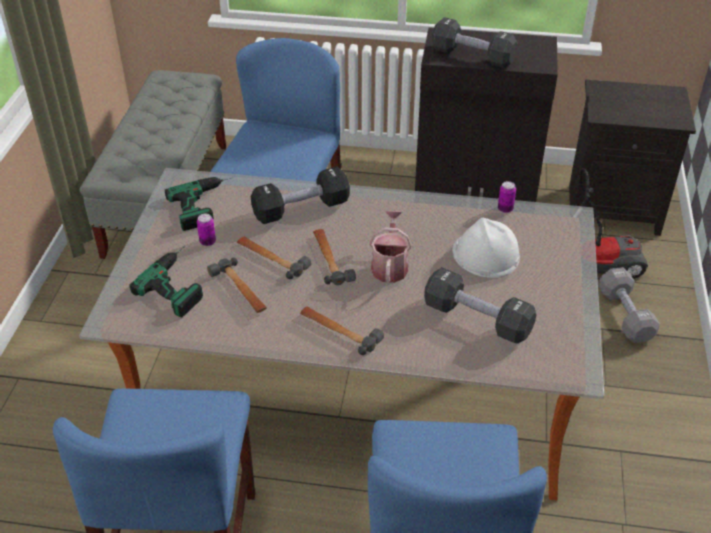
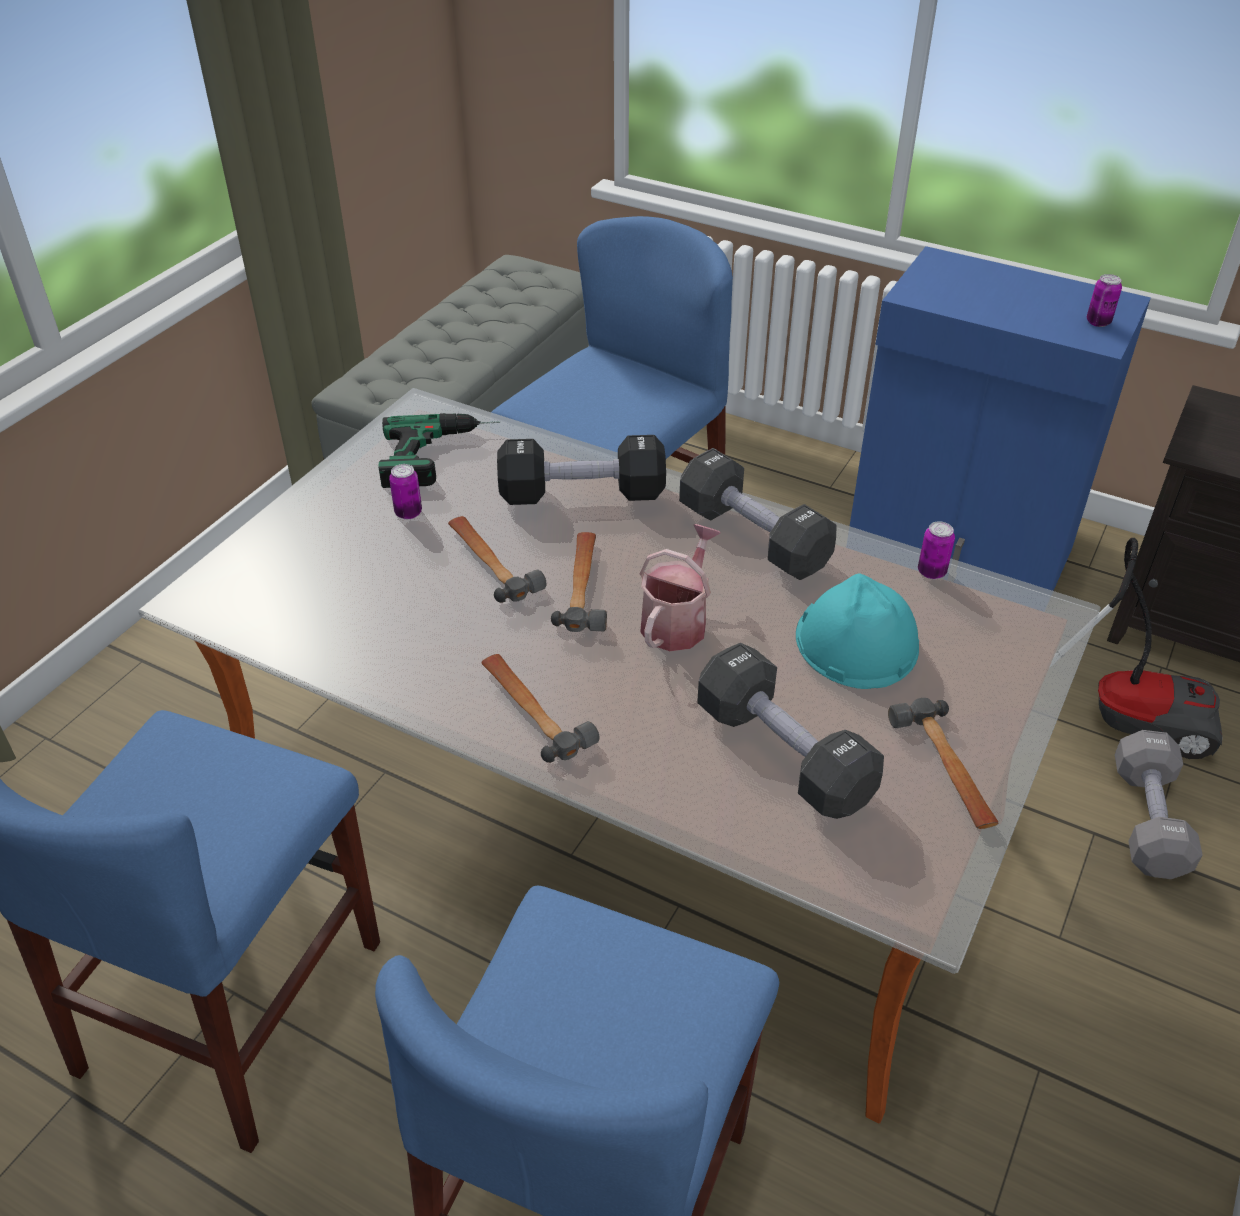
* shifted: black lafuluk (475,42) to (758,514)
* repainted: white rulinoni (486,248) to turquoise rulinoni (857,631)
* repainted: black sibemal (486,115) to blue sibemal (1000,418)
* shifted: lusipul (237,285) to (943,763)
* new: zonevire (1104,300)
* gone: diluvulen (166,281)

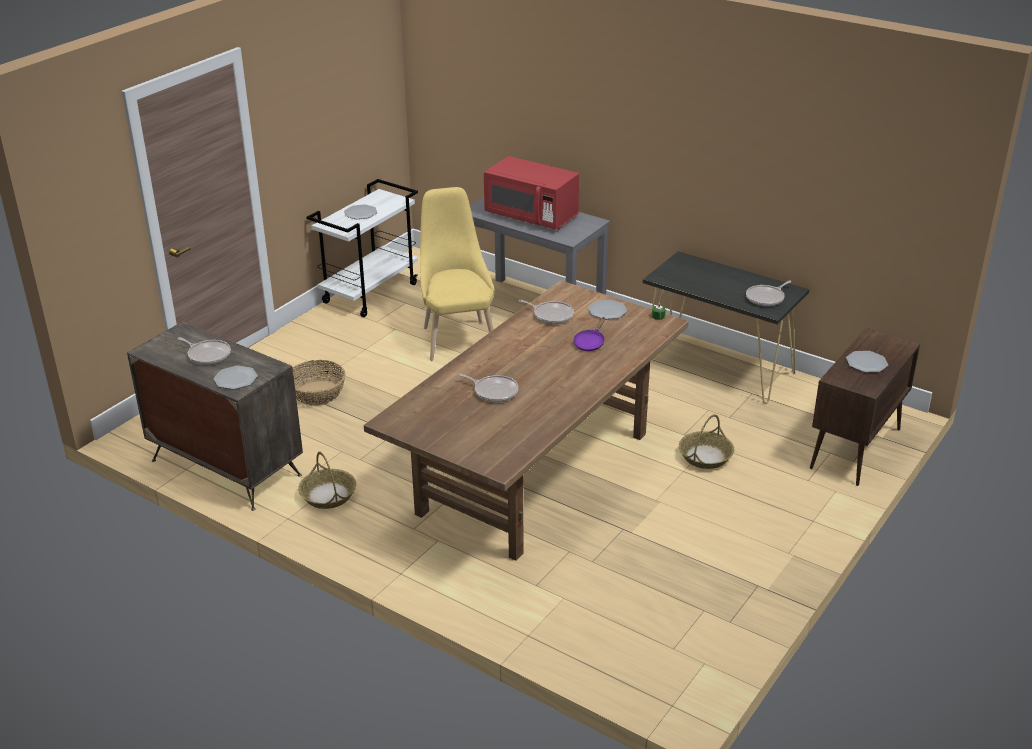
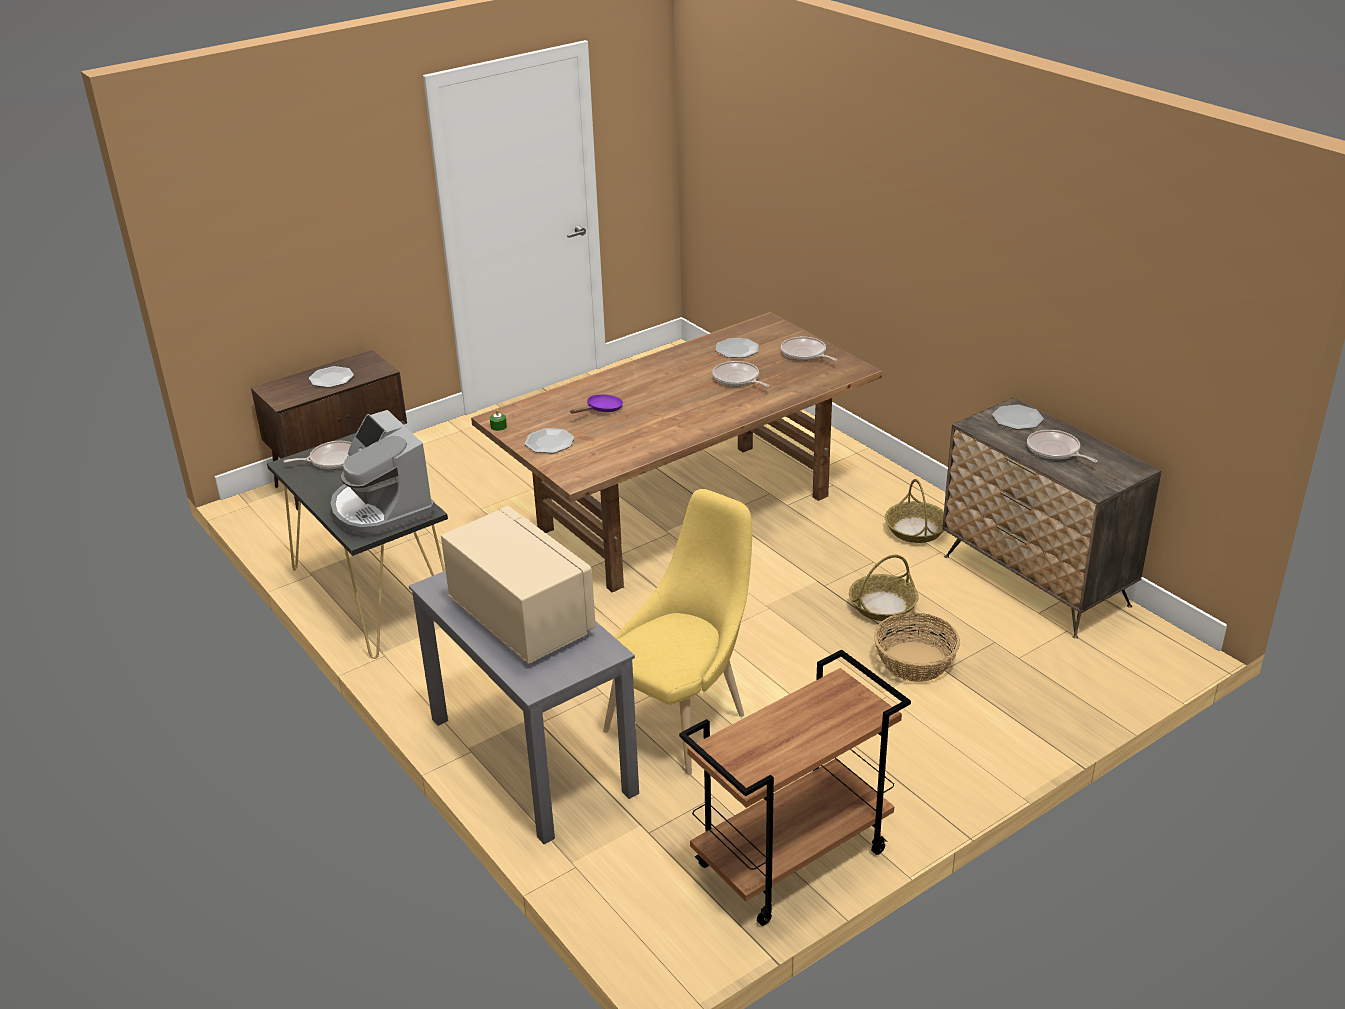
* new: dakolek (382,473)
* repainted: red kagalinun (531,193) to beige kagalinun (518,585)
* rotated: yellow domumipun (457,274) = (677,632) 150 degrees counterclockwise
* repainted: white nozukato (362,248) to brown nozukato (795,787)
* shifted: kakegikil (360,211) to (737,348)
* shifted: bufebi (546,312) to (809,349)
* shifted: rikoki (706,441) to (884,588)

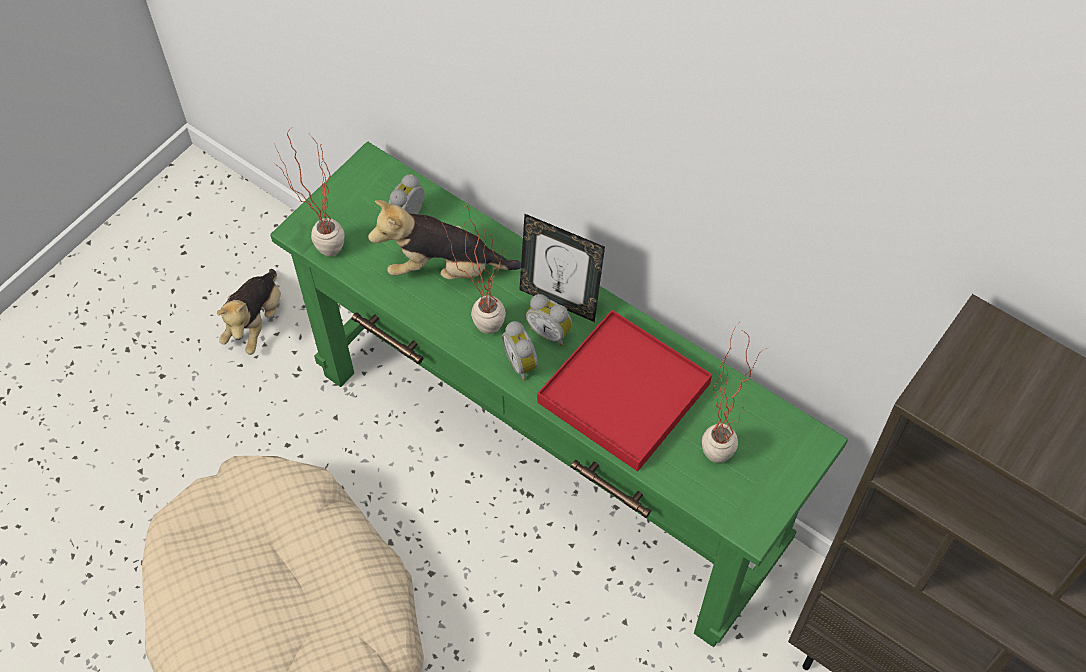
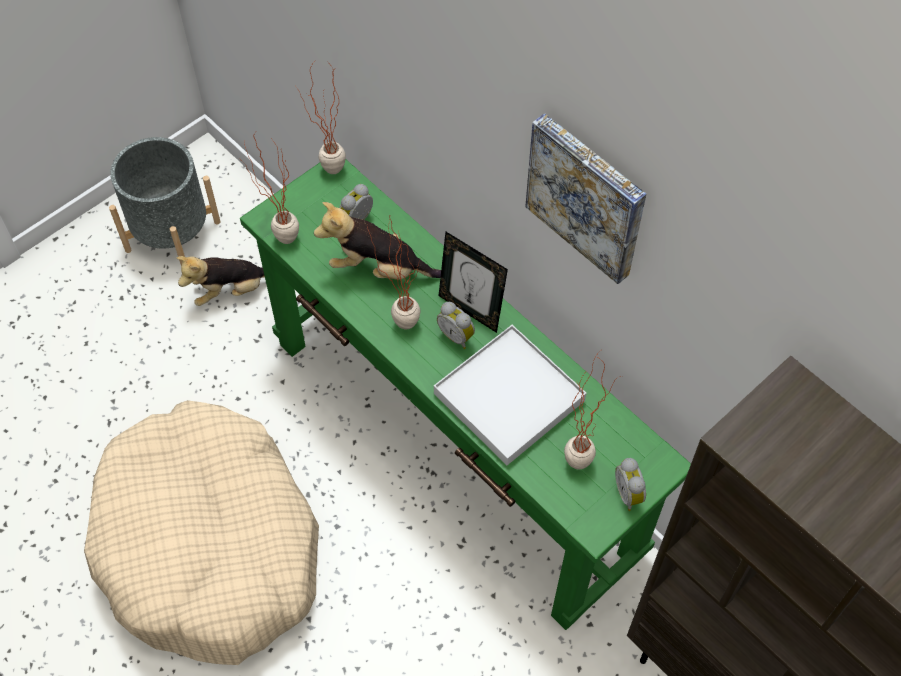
* new: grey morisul (165,201)
* rotated: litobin (249,312) = (221,281) 45 degrees clockwise
* new: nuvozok (321,117)
* repainted: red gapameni (624,391) to white gapameni (510,395)
* new: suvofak (586,198)
* shifted: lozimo (520,351) to (630,484)

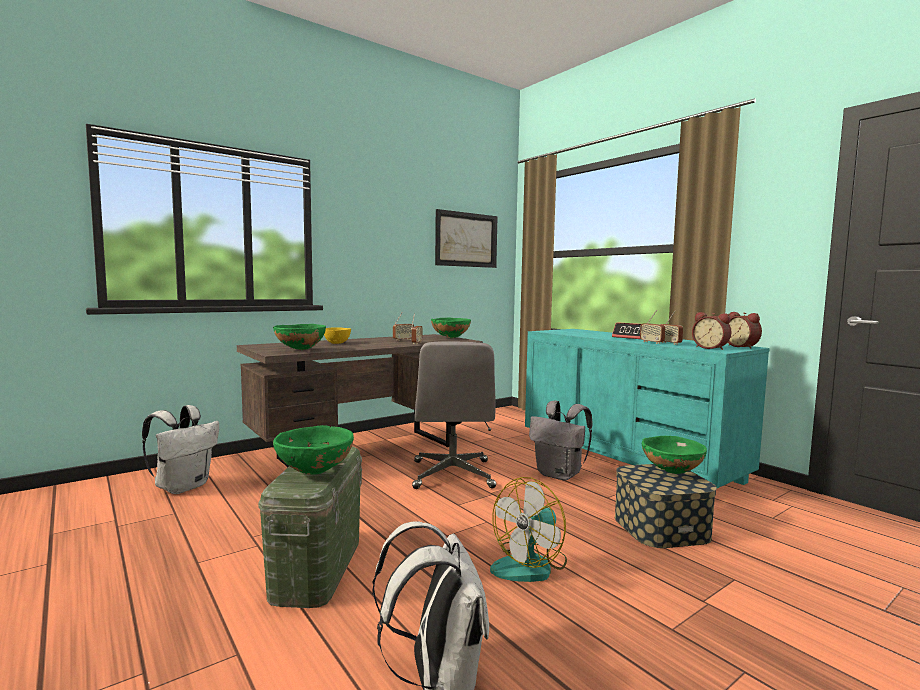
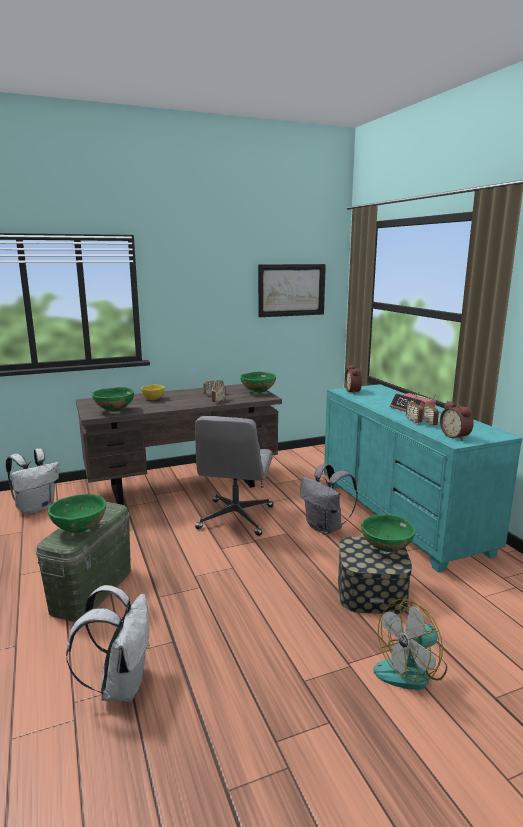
* shifted: lozimo (745,330) to (353,379)
* shifted: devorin (528,529) to (410,644)

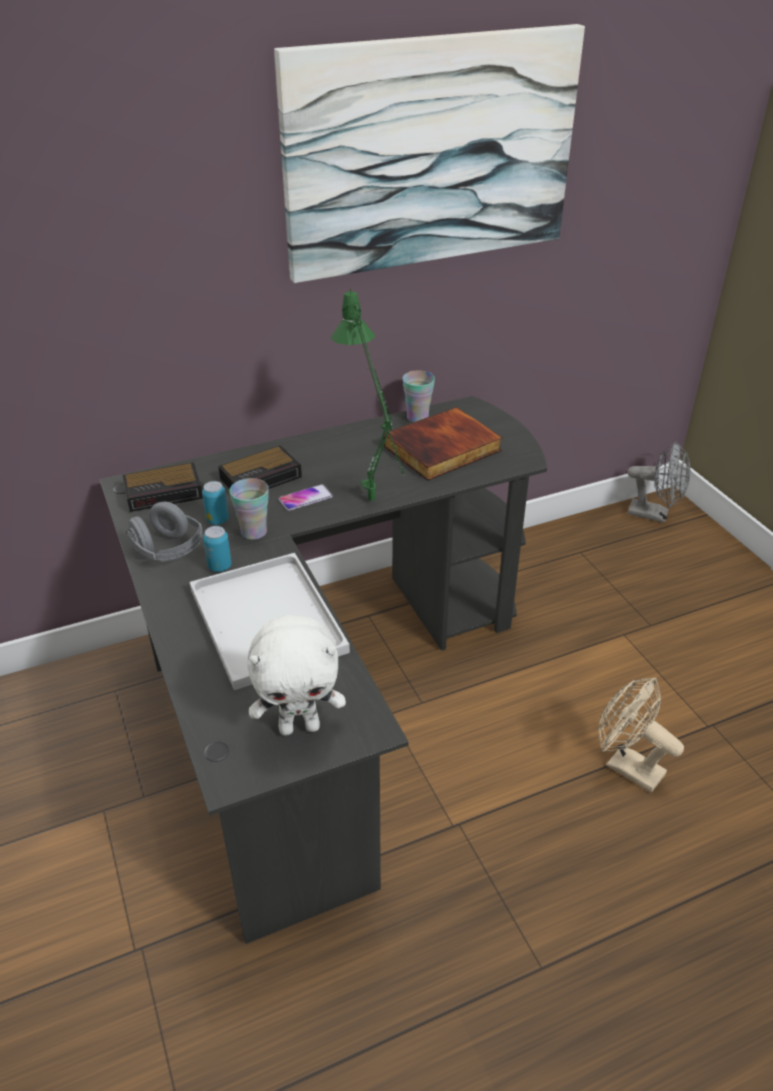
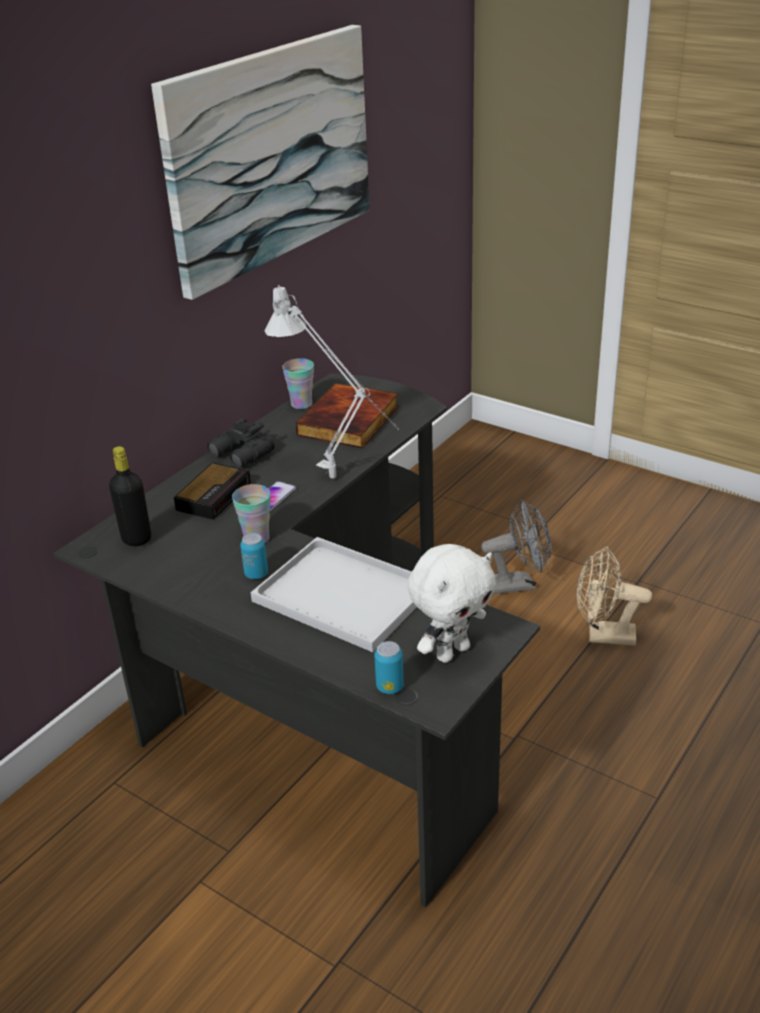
* swapped: lozimo (163,487) to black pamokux (130,496)
* new: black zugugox (241,443)
* repainted: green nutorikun (367,395) to grey nutorikun (332,381)
* shifted: zonevire (215,503) to (389,667)
* shifted: grey devorin (659,482) to (516,547)
* gone: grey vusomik (164,532)

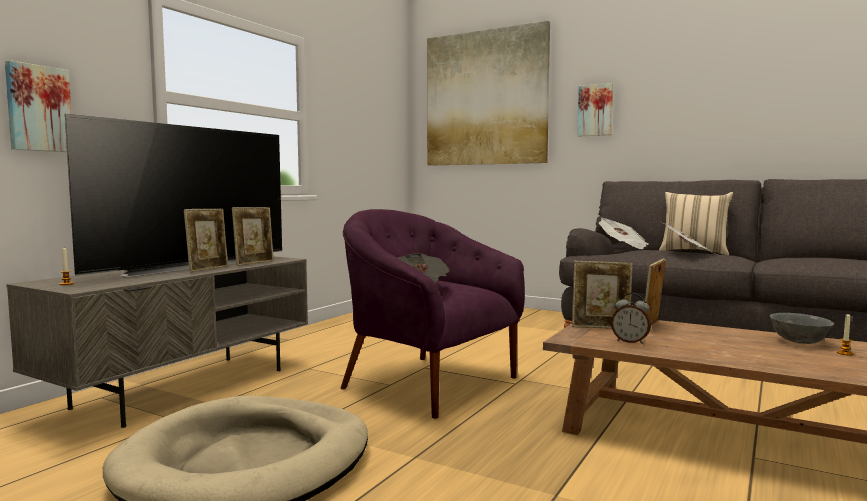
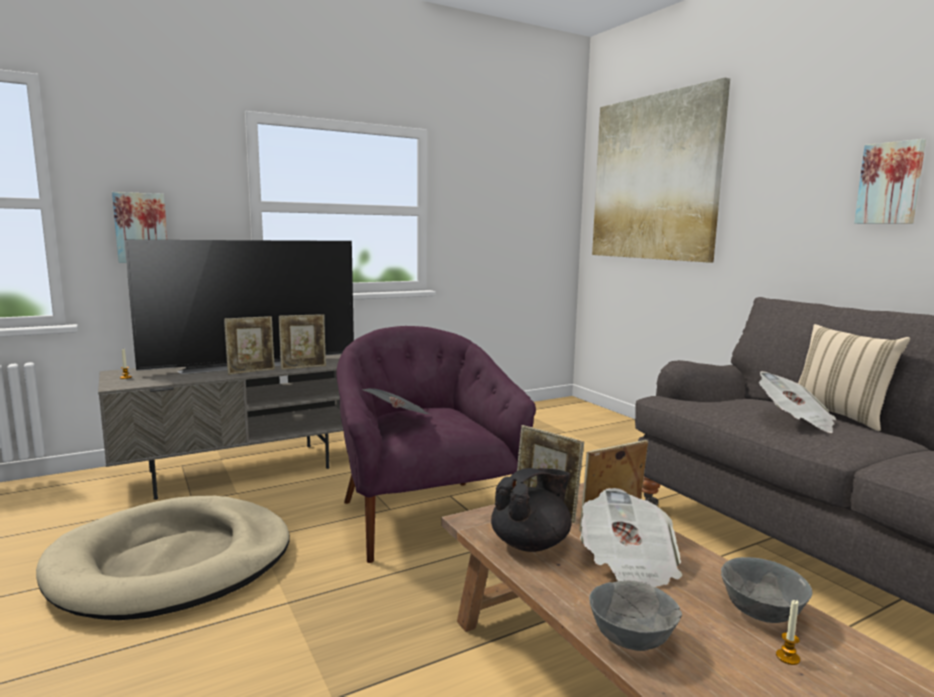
* swapped: lozimo (631,318) to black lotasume (531,510)
* shifted: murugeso (624,233) to (631,537)
* new: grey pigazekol (635,616)
* shifted: suvofak (595,109) to (890,181)

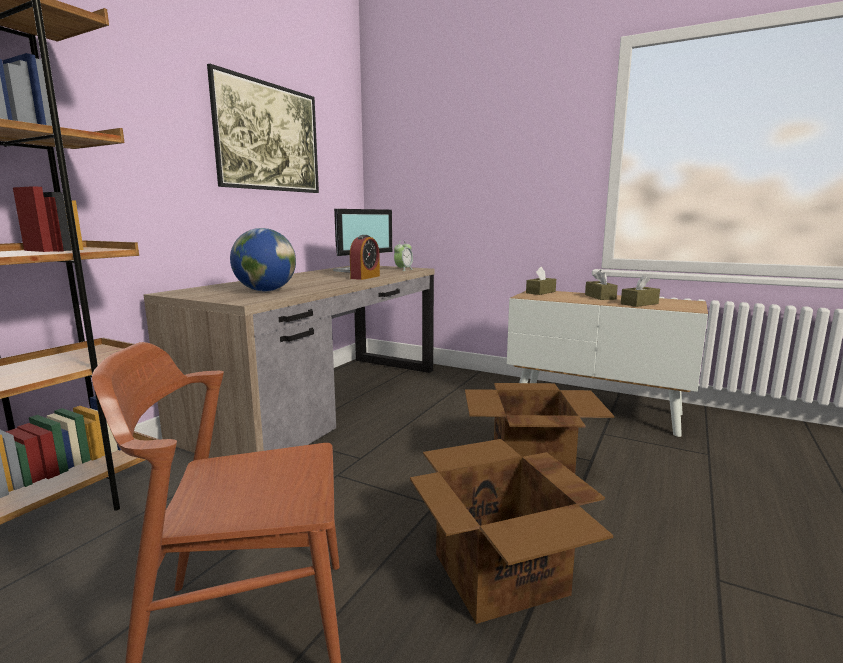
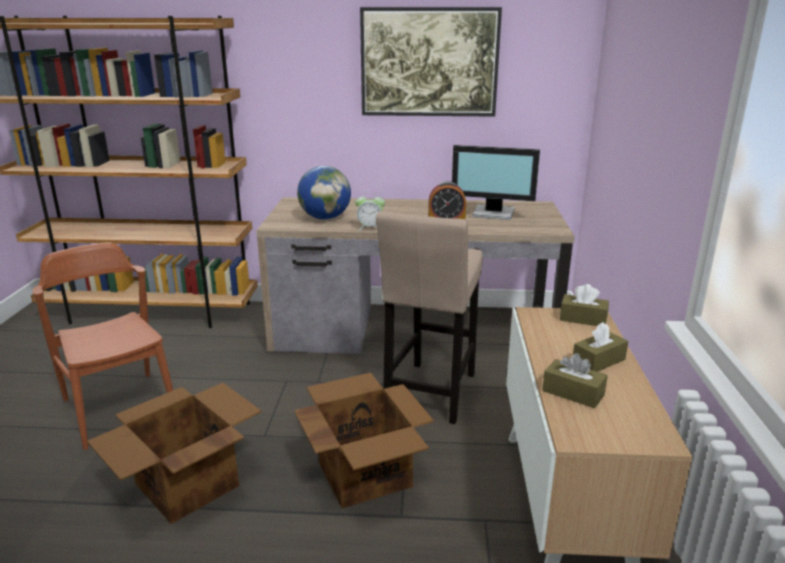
* shifted: lozimo (403,255) to (370,211)
* new: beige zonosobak (429,317)

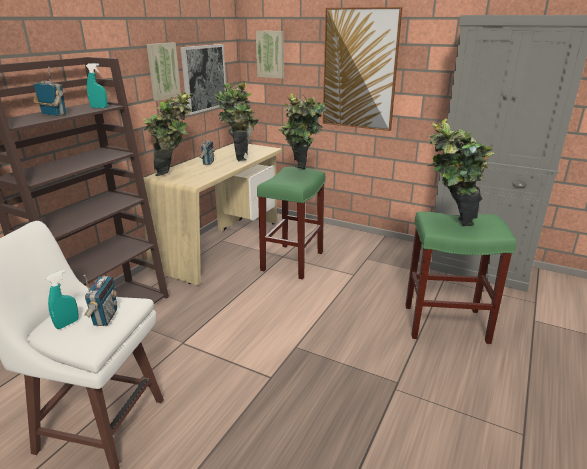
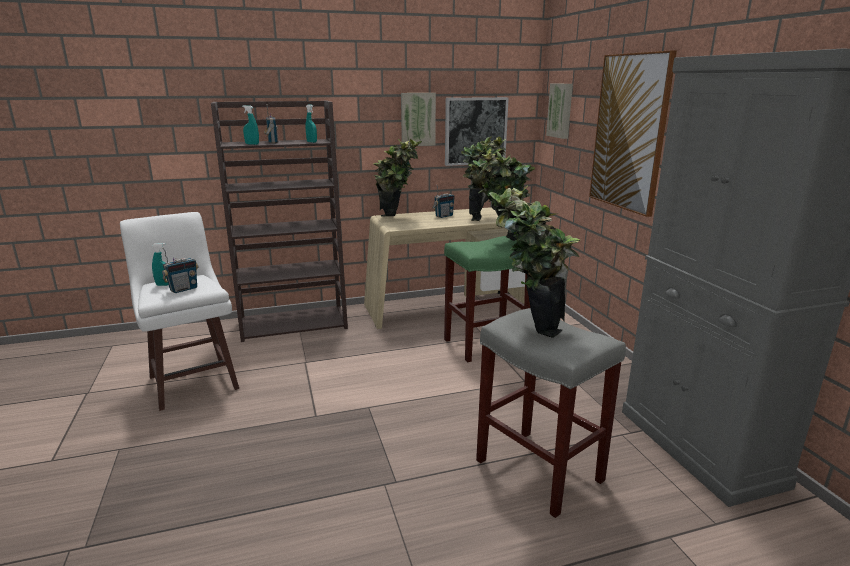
* new: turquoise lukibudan (250,125)
* repainted: green zonosobak (460,277) to grey zonosobak (551,413)

